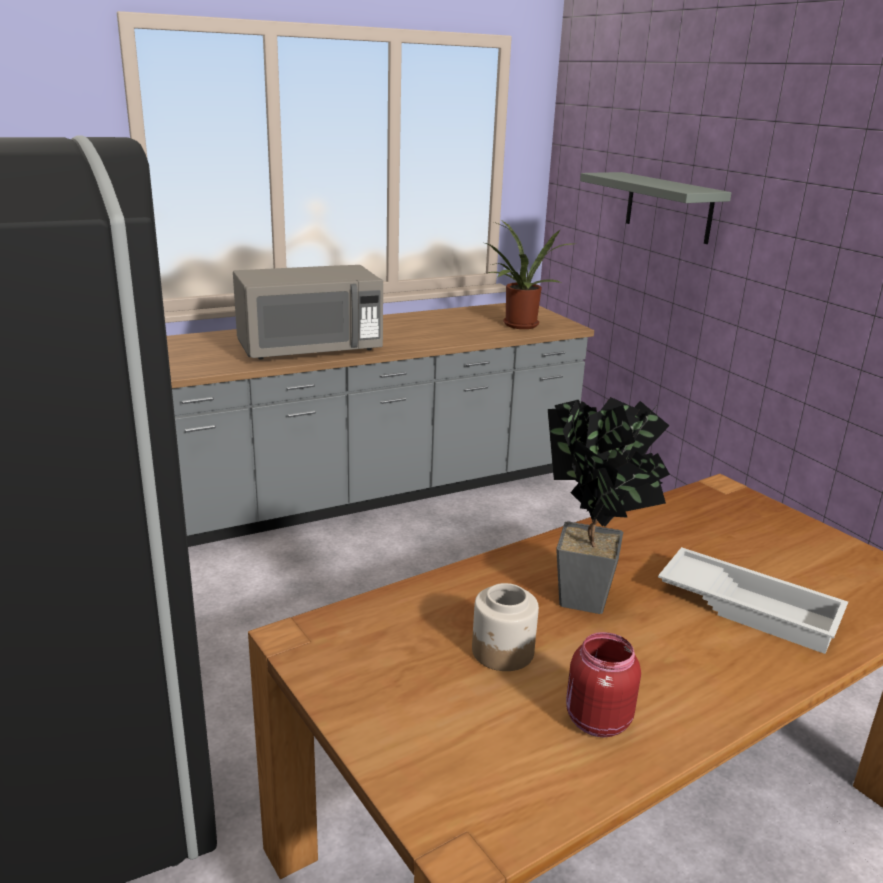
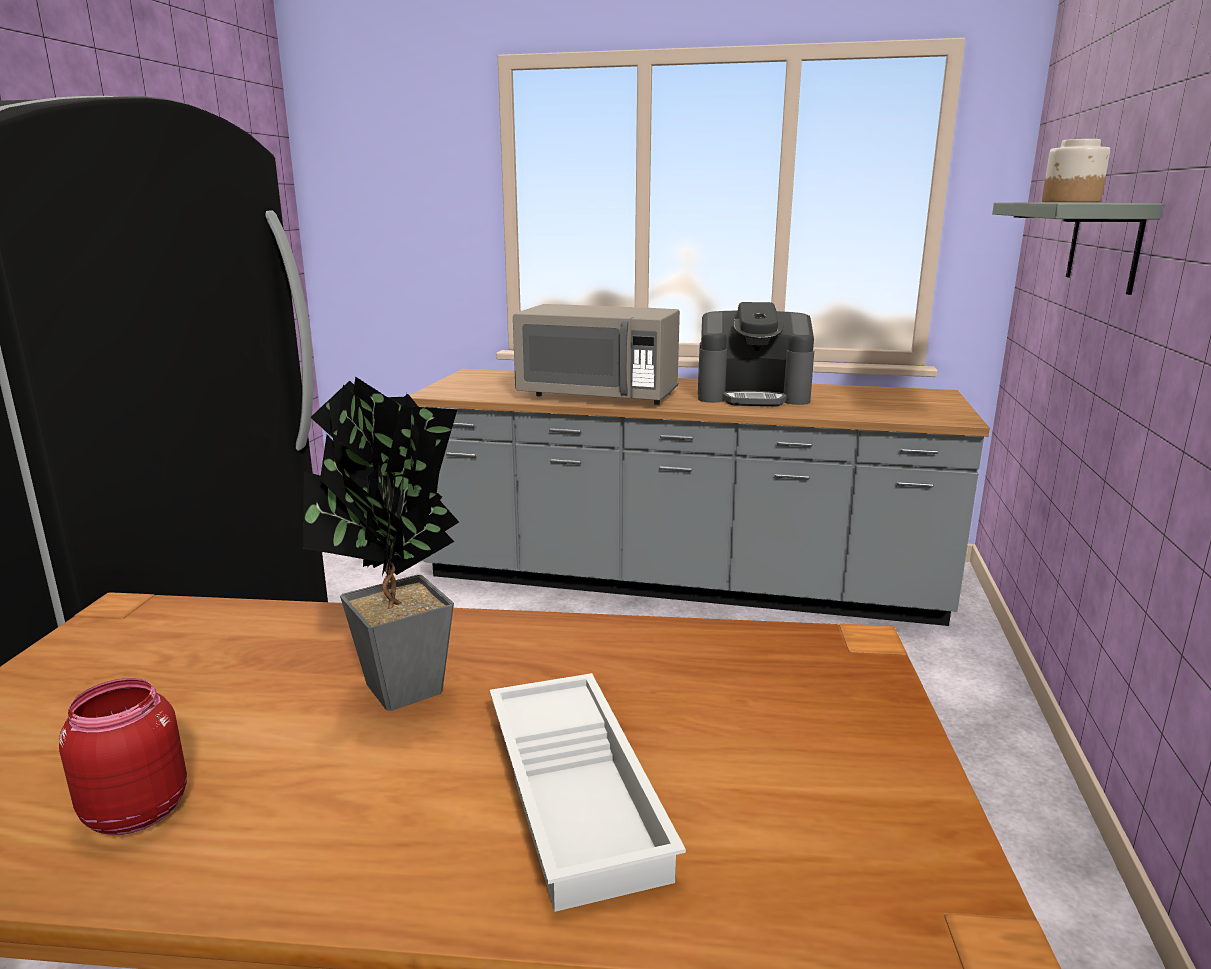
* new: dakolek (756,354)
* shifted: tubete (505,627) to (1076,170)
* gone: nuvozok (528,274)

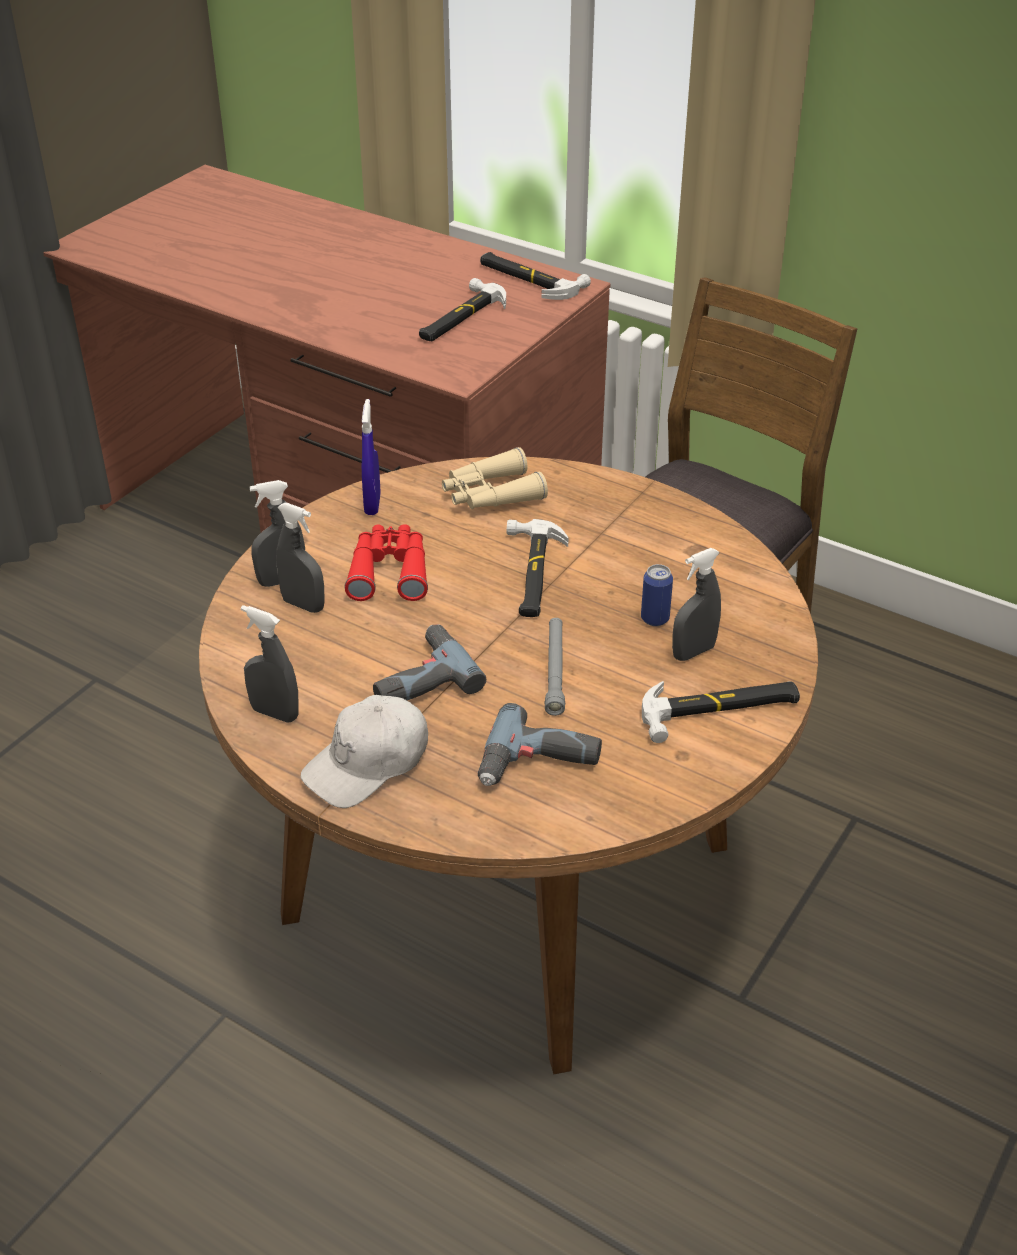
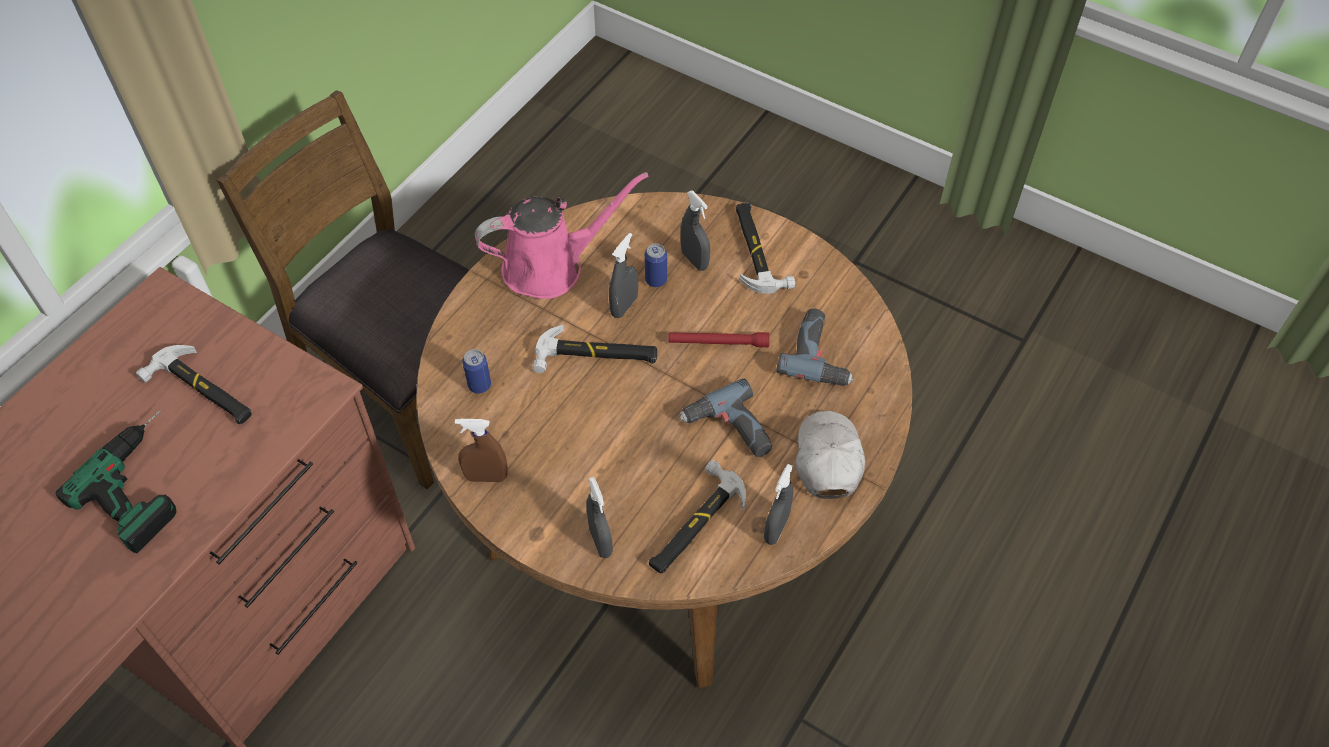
* new: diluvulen (116,481)
* repainted: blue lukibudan (371,457) to brown lukibudan (481,450)
* swapped: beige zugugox (495,478) to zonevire (476,371)
* new: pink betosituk (562,235)
* shifted: grey lukibudan (300,557) to (623,275)
* shifted: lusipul (535,276) to (697,517)
* repainted: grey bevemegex (555,667) to red bevemegex (719,340)
* rotated: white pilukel (364,751) = (831,455) 135 degrees counterclockwise
* gone: red zugugox (386,562)

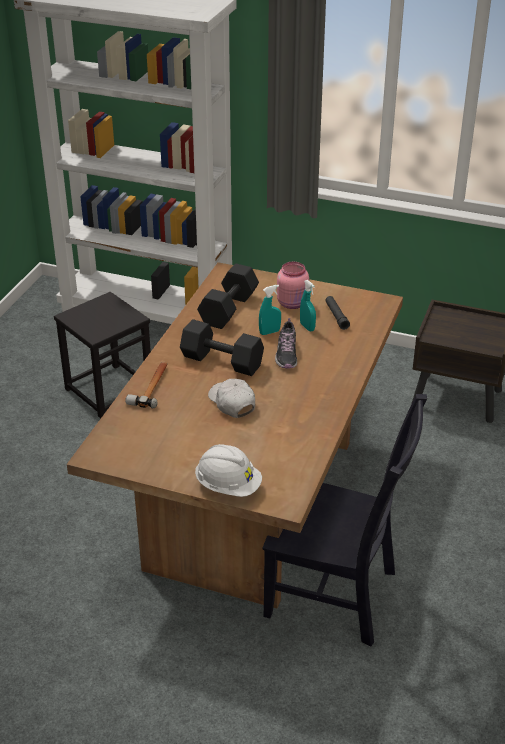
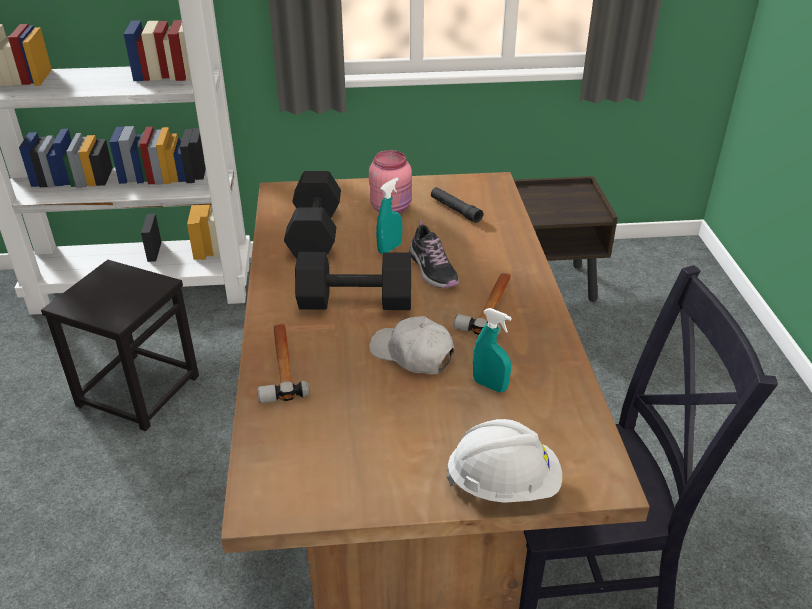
* new: lusipul (482,303)
* shifted: turquoise lukibudan (308,305) to (492,350)

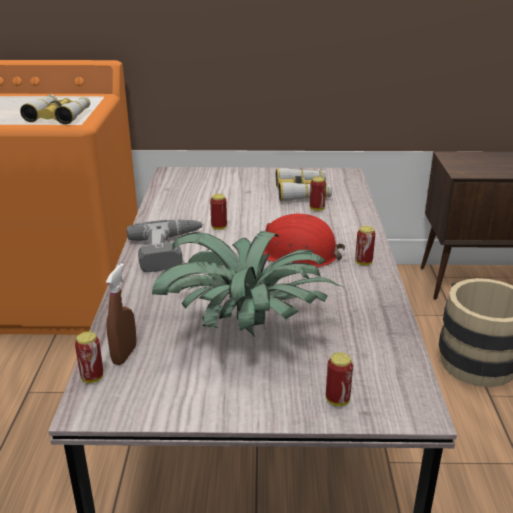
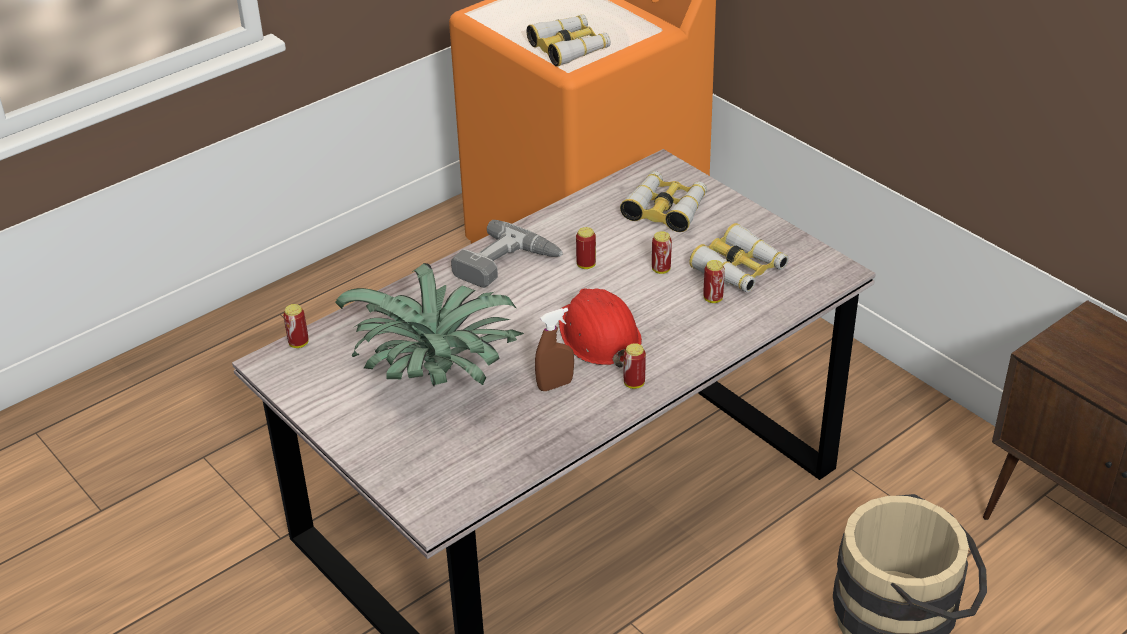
* shifted: brown lukibudan (121,314) to (554,349)
* new: zugugox (663,201)
* shifted: zonevire (339,379) to (662,252)

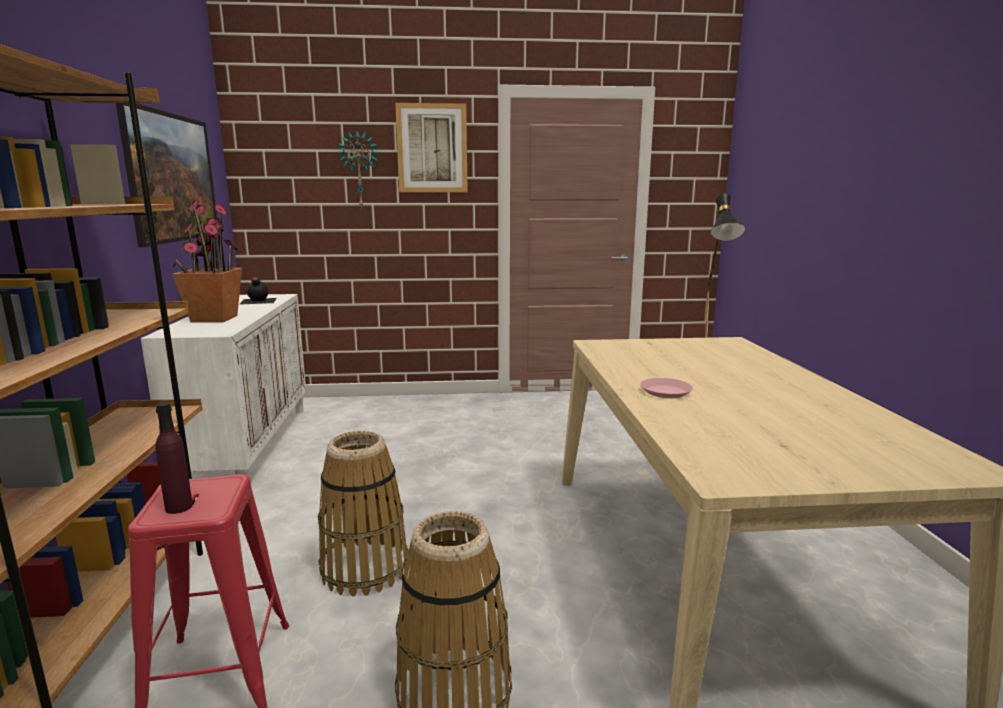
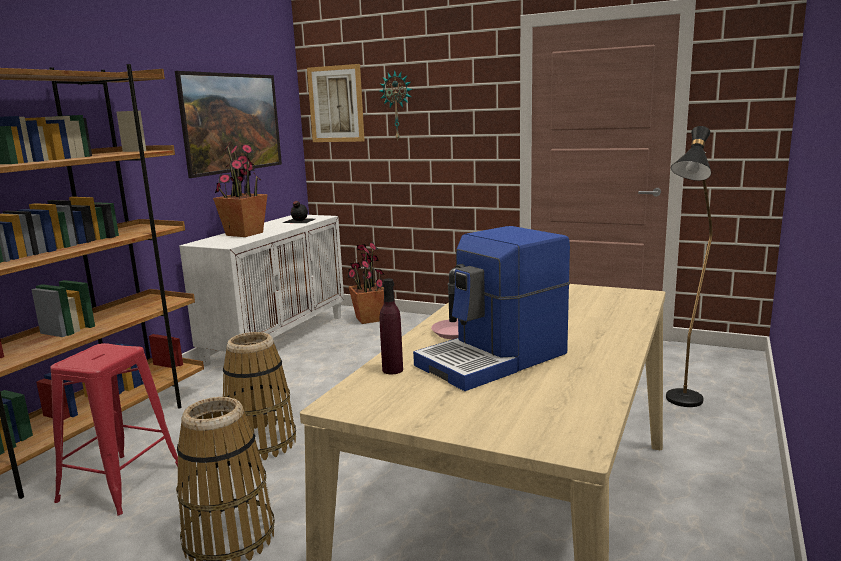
* shifted: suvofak (431,147) to (336,103)
* new: nuvozok (366,283)
* shifted: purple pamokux (174,458) to (391,326)
* new: dakolek (491,308)

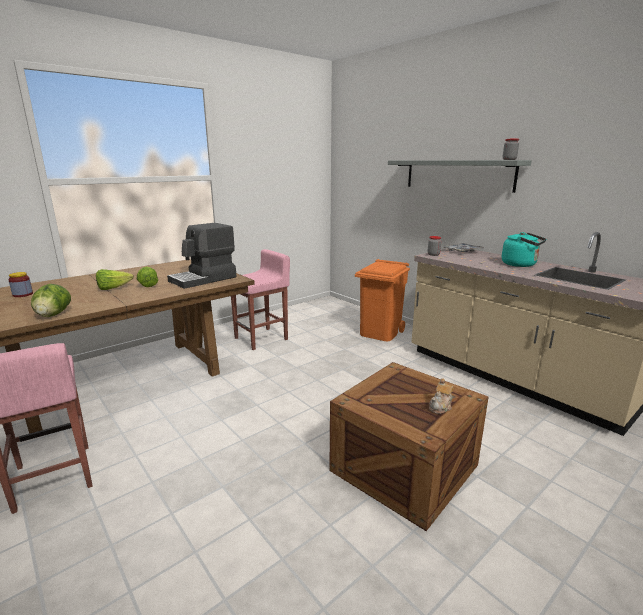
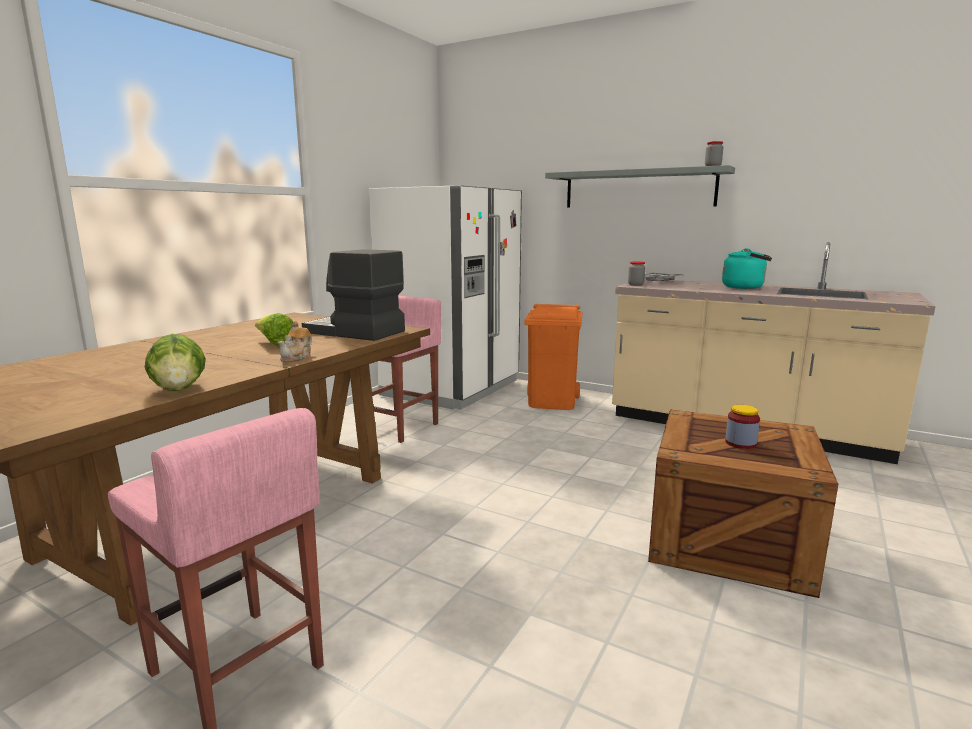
* shifted: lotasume (441,396) to (295,341)
* rotated: dakolek (202,256) = (353,295) 90 degrees clockwise
* new: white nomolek (445,297)
* shifted: tubete (20,284) to (742,427)
* gone: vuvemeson (115,279)

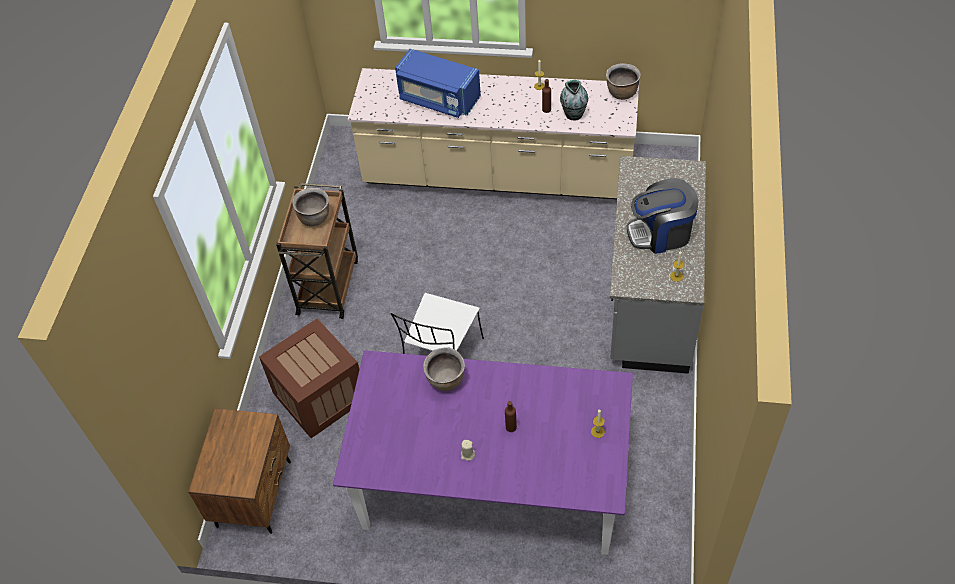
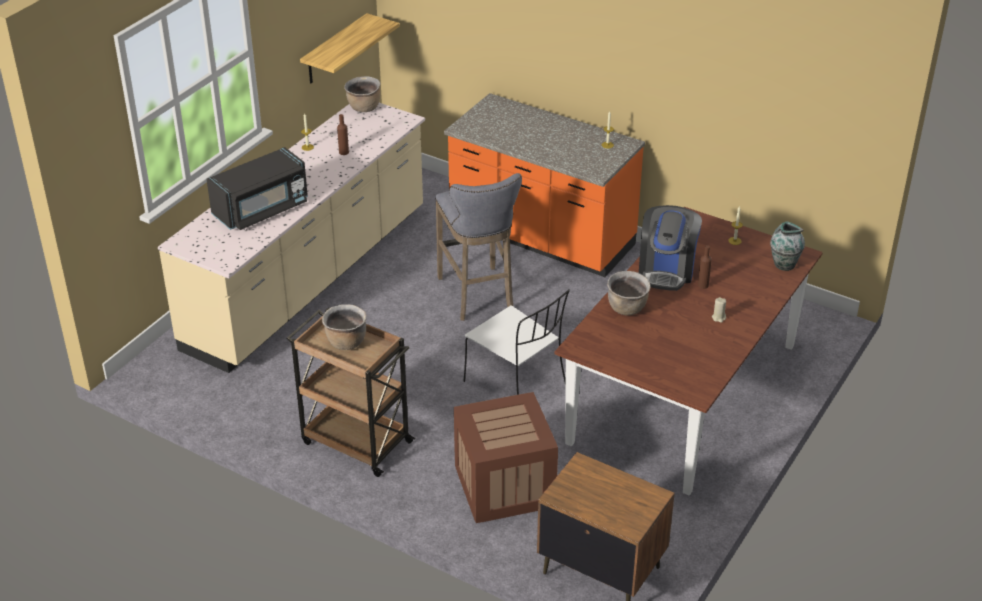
* repainted: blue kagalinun (438,83) to black kagalinun (257,188)
* new: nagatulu (350,48)
* new: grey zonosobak (478,247)
* repainted: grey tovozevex (658,265) to orange tovozevex (544,185)
* repainted: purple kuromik (483,453) to brown kuromik (688,351)
* shifted: dakolek (662,216) to (670,248)
* shifted: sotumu (574,100) to (787,246)

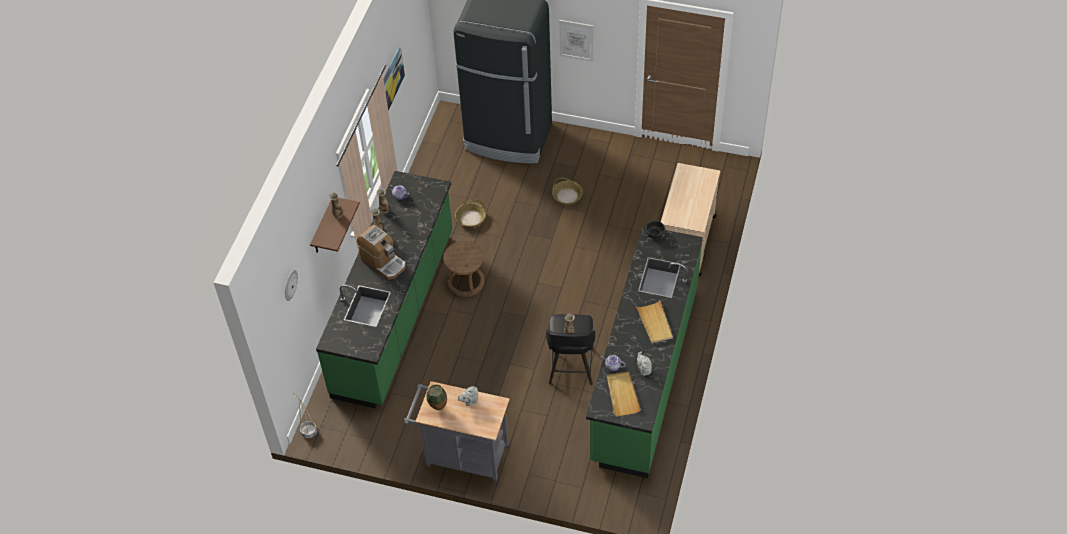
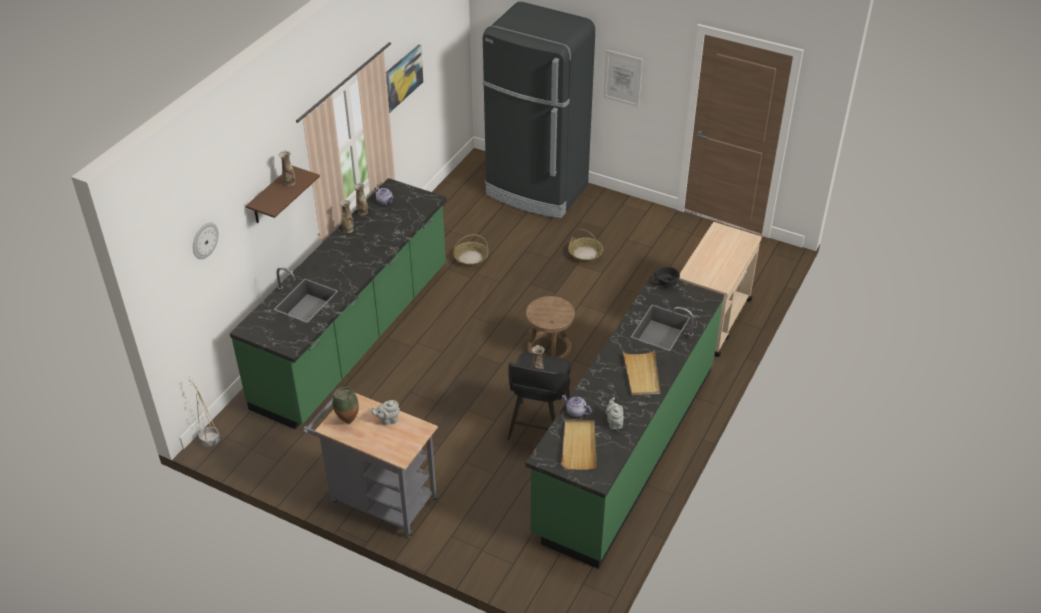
* shifted: brown zonosobak (463,269) to (550,328)
* gone: dakolek (381,252)

